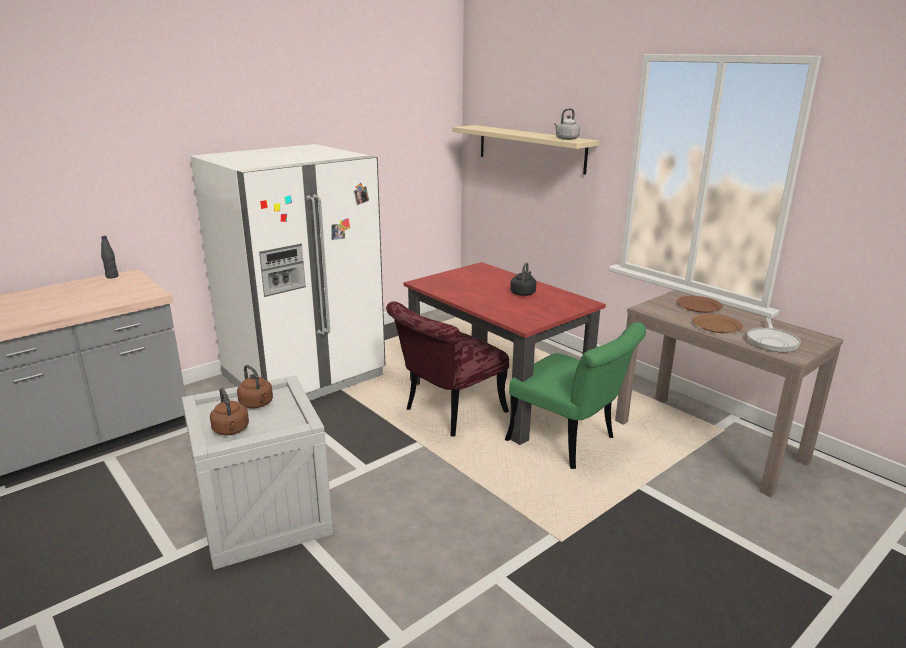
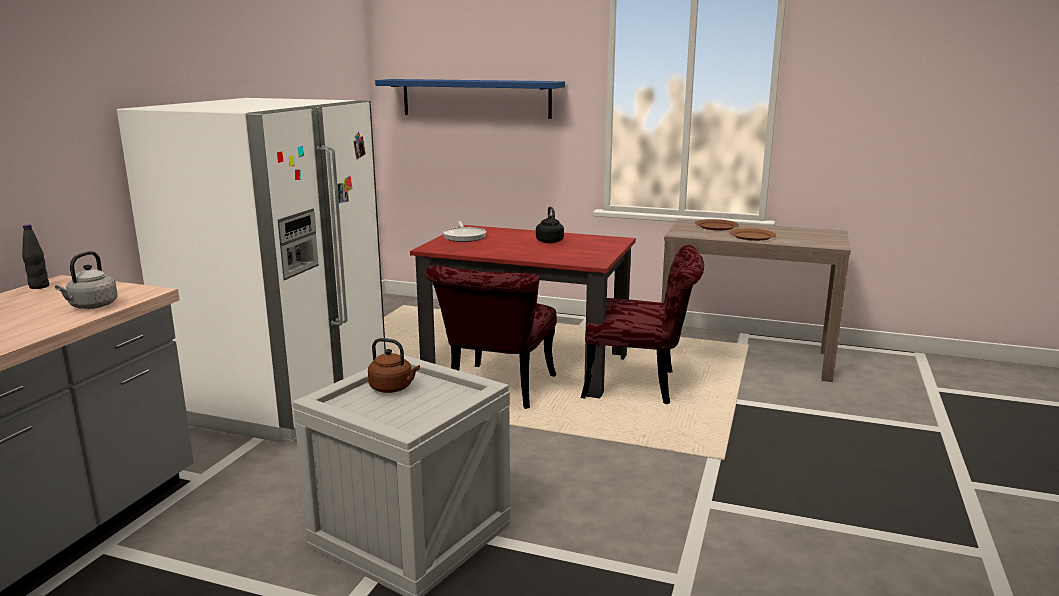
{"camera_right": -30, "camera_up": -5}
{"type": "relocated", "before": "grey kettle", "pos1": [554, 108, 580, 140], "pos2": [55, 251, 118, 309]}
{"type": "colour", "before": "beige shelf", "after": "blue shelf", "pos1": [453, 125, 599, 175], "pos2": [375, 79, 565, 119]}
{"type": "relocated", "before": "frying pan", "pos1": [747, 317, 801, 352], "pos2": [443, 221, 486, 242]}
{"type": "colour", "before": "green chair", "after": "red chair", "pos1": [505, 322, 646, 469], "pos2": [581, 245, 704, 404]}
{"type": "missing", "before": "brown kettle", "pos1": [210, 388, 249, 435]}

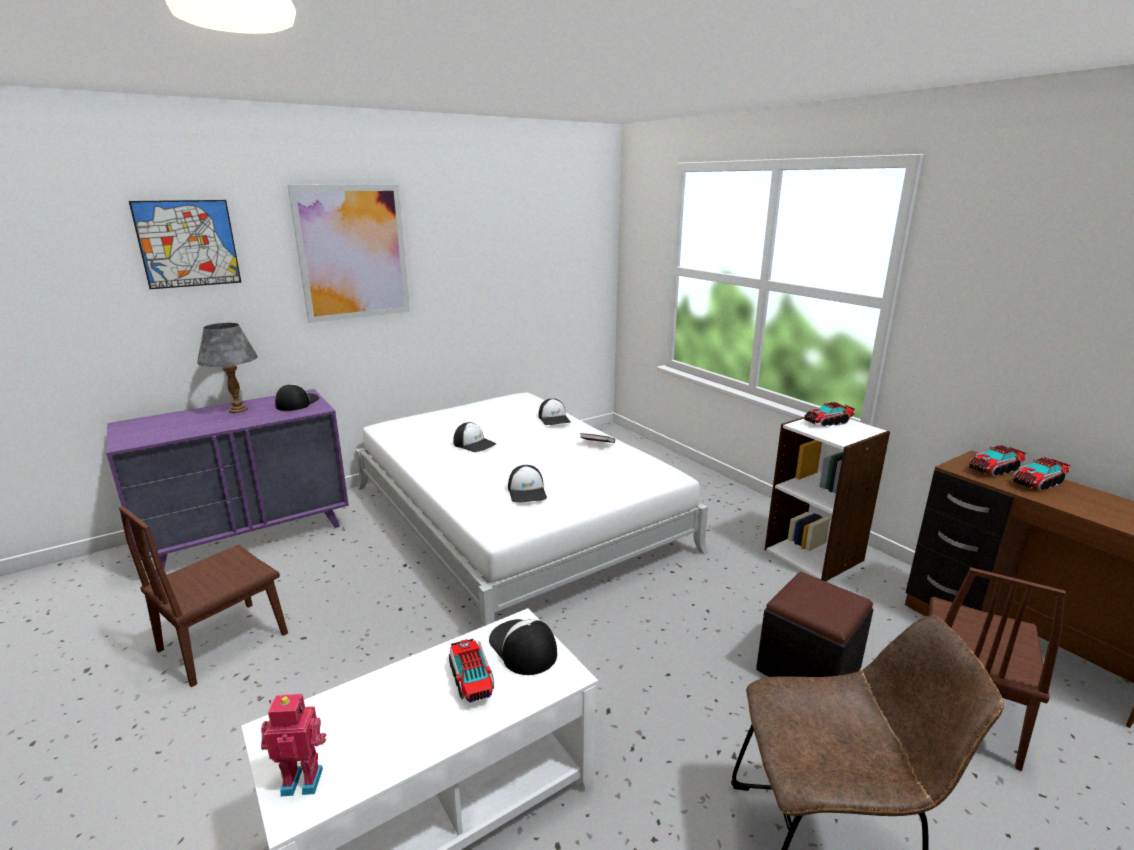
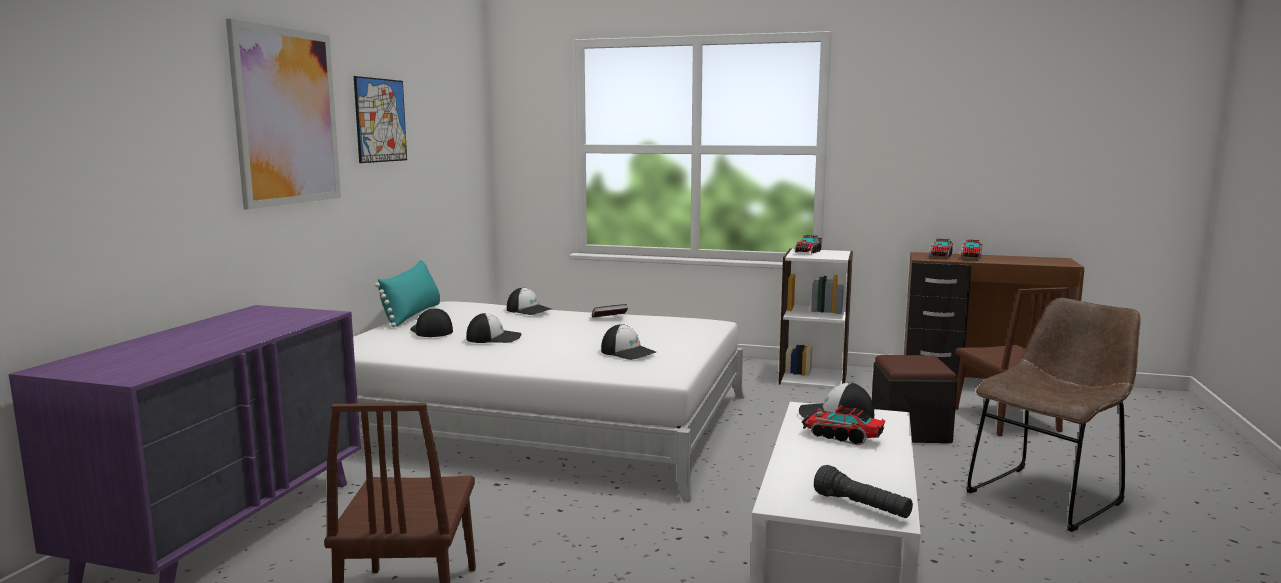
{"camera_right": -40, "camera_up": -10}
{"type": "relocated", "before": "picture", "pos1": [129, 200, 242, 289], "pos2": [354, 76, 407, 163]}
{"type": "appeared", "after": "turquoise pillow", "pos2": [375, 260, 440, 327]}
{"type": "relocated", "before": "cap", "pos1": [275, 384, 319, 411], "pos2": [410, 308, 453, 337]}
{"type": "exchanged", "before": "toy robot", "after": "black flashlight", "pos1": [261, 694, 326, 797], "pos2": [814, 465, 913, 518]}
{"type": "missing", "before": "grey table lamp", "pos1": [197, 323, 258, 413]}

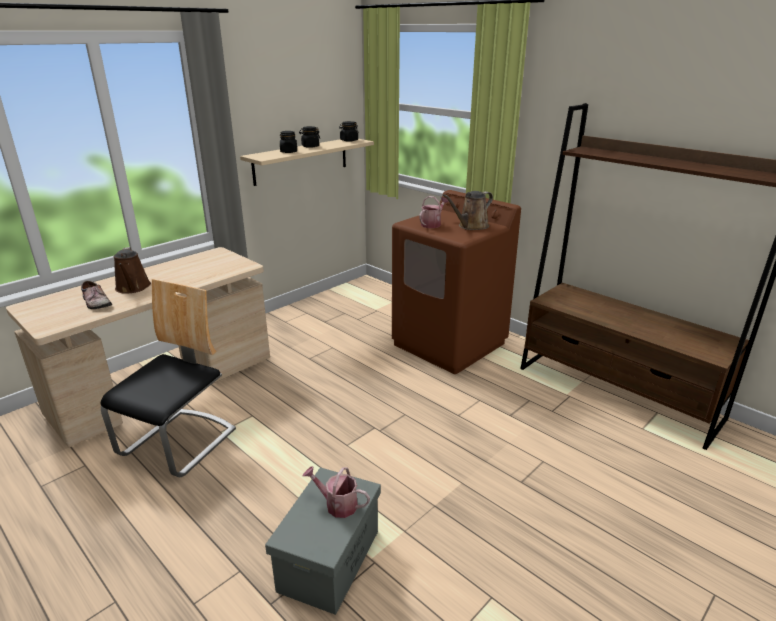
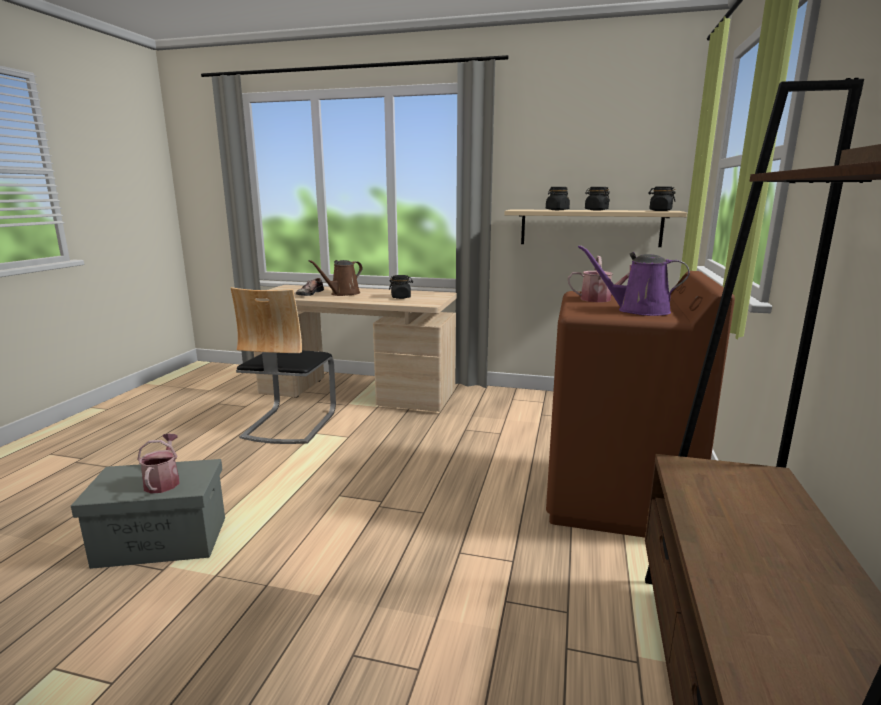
{"camera_right": 60, "camera_up": -10}
{"type": "spun", "before": "chair", "pos1": [101, 279, 236, 477], "pos2": [231, 287, 336, 444], "turn": 105}
{"type": "appeared", "after": "black jar", "pos2": [389, 275, 413, 299]}
{"type": "colour", "before": "brown watering can", "after": "purple watering can", "pos1": [443, 191, 493, 230], "pos2": [578, 245, 690, 316]}

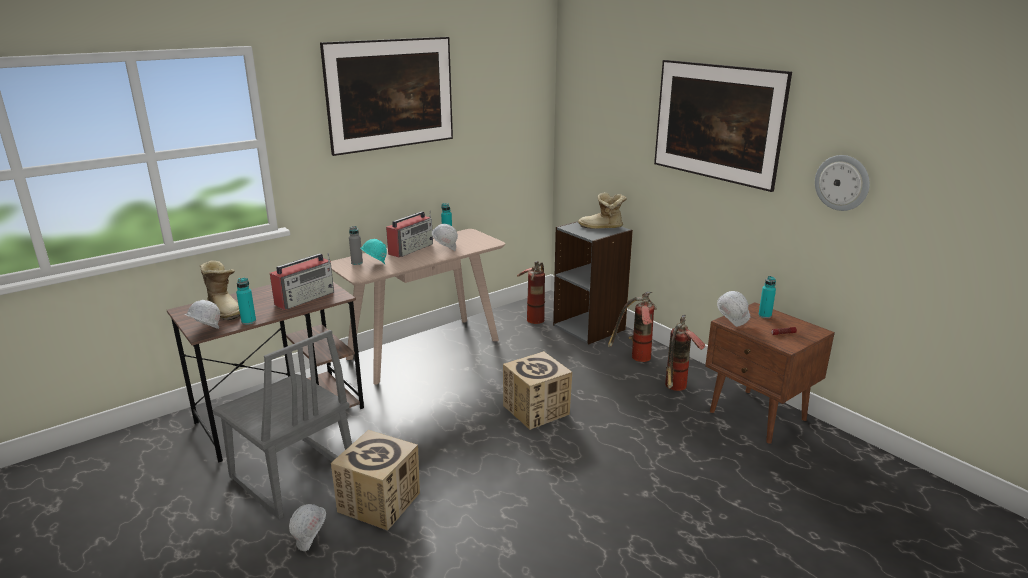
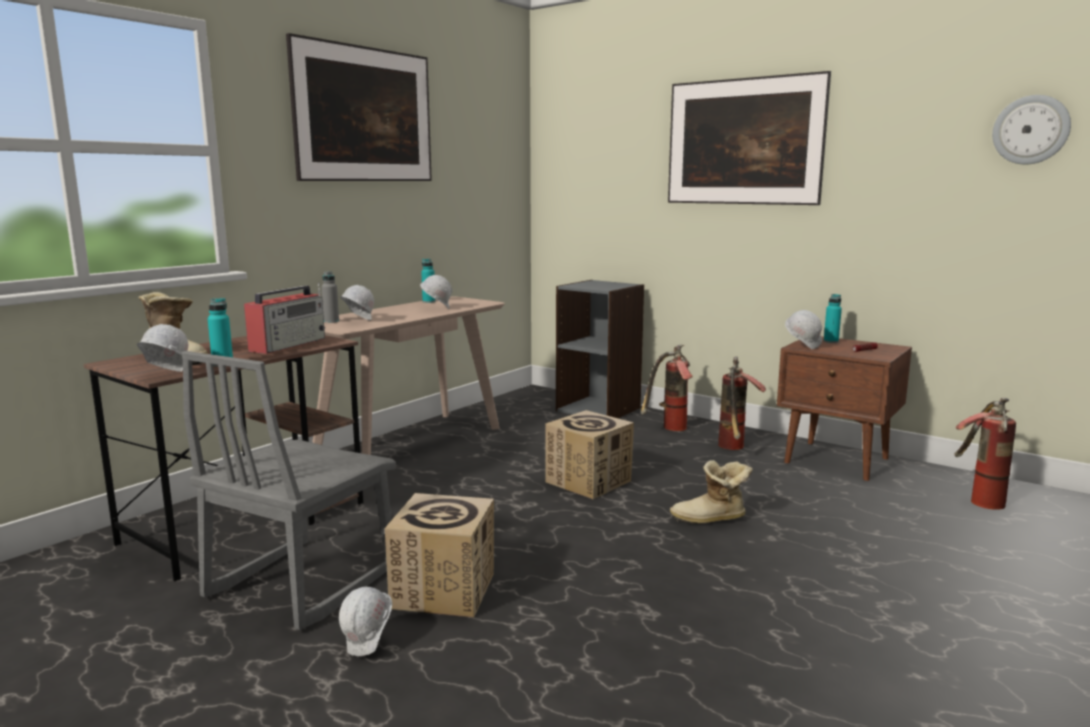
{"camera_right": -15, "camera_up": -10}
{"type": "spun", "before": "grey chair", "pos1": [213, 330, 352, 519], "pos2": [182, 351, 396, 630], "turn": 90}
{"type": "colour", "before": "turquoise hard hat", "after": "white hard hat", "pos1": [360, 239, 387, 264], "pos2": [340, 285, 374, 321]}
{"type": "relocated", "before": "boot", "pos1": [578, 192, 627, 229], "pos2": [670, 460, 753, 524]}
{"type": "relocated", "before": "fire extinguisher", "pos1": [517, 261, 545, 324], "pos2": [954, 398, 1016, 510]}
{"type": "relocated", "before": "wall clock", "pos1": [815, 155, 870, 211], "pos2": [992, 95, 1071, 165]}
{"type": "missing", "before": "radio", "pos1": [386, 211, 433, 258]}

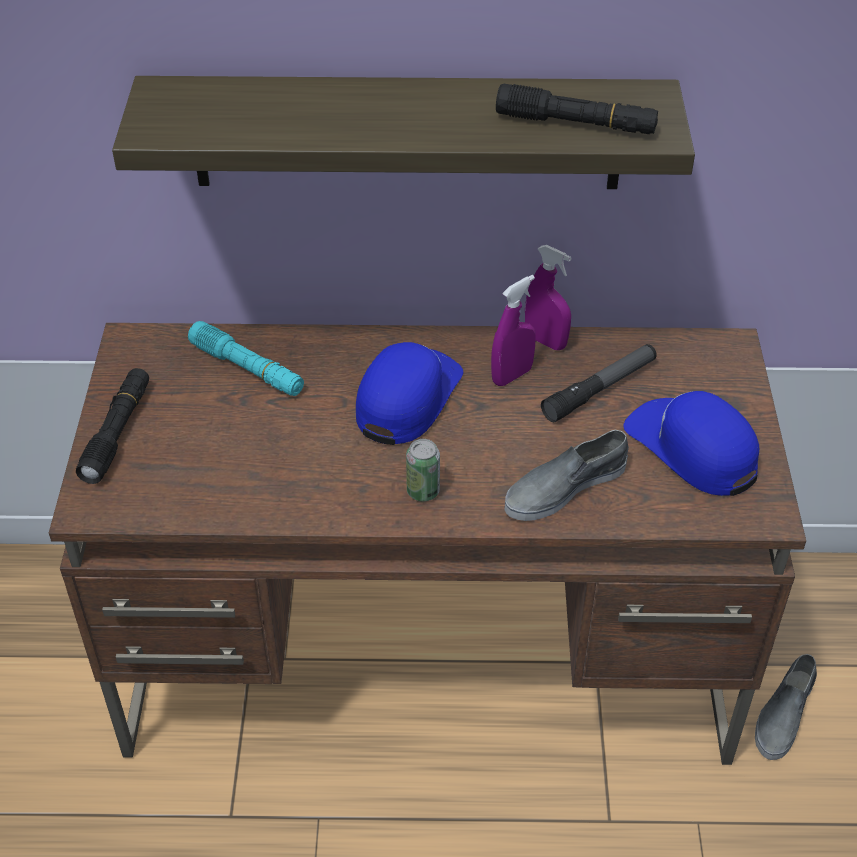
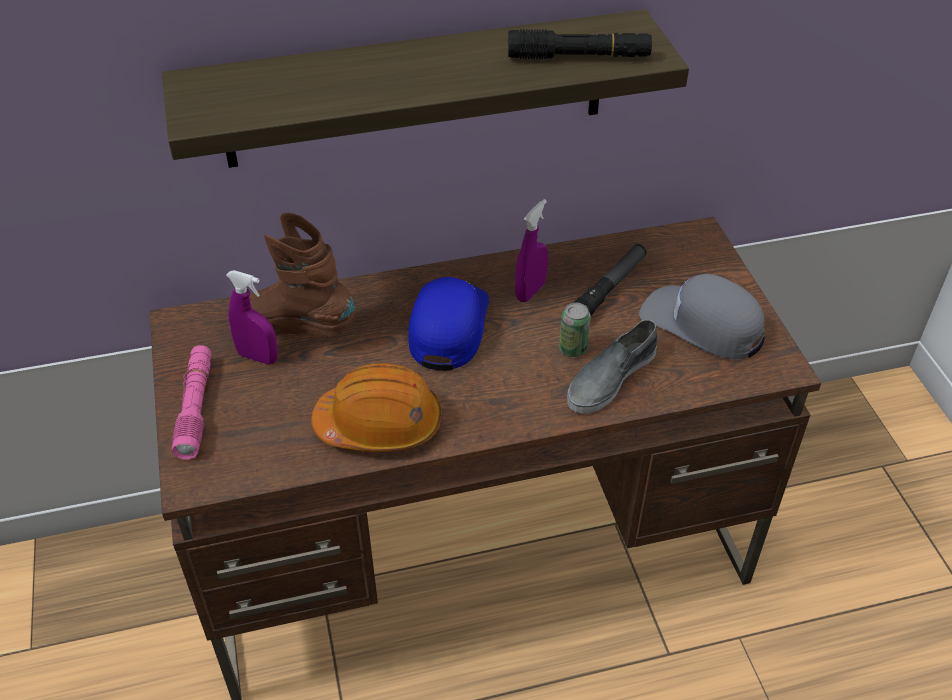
{"camera_right": -15, "camera_up": 0}
{"type": "colour", "before": "black flashlight", "after": "pink flashlight", "pos1": [76, 368, 149, 484], "pos2": [172, 345, 212, 460]}
{"type": "relocated", "before": "purple spray bottle", "pos1": [525, 245, 572, 350], "pos2": [226, 270, 278, 365]}
{"type": "exchanged", "before": "turquoise flashlight", "after": "brown boot", "pos1": [188, 321, 304, 396], "pos2": [249, 213, 355, 339]}
{"type": "appeared", "after": "orange hard hat", "pos2": [311, 363, 442, 452]}
{"type": "relocated", "before": "can", "pos1": [406, 439, 440, 501], "pos2": [559, 302, 591, 357]}
{"type": "colour", "before": "blue cap", "after": "grey cap", "pos1": [623, 391, 759, 496], "pos2": [639, 274, 765, 360]}
{"type": "missing", "before": "grey shoe", "pos1": [755, 654, 817, 760]}

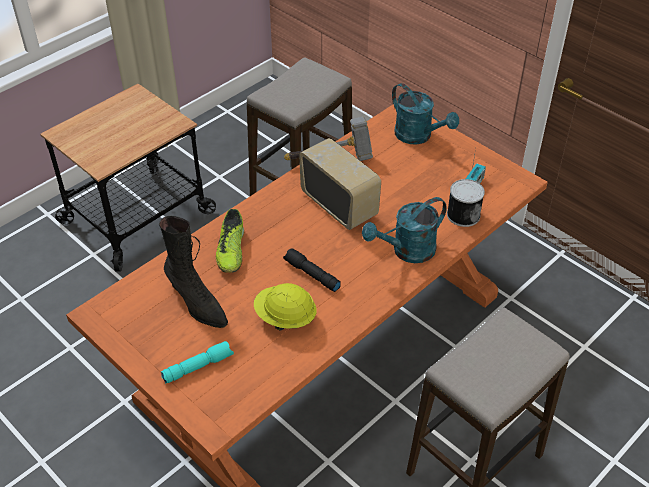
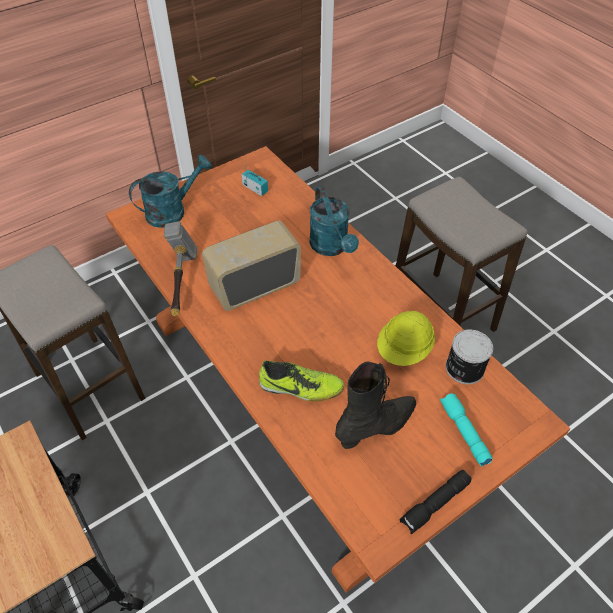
{"camera_right": -80, "camera_up": 5}
{"type": "relocated", "before": "black flashlight", "pos1": [283, 248, 341, 292], "pos2": [400, 470, 472, 534]}
{"type": "relocated", "before": "can", "pos1": [447, 179, 485, 227], "pos2": [446, 329, 493, 384]}

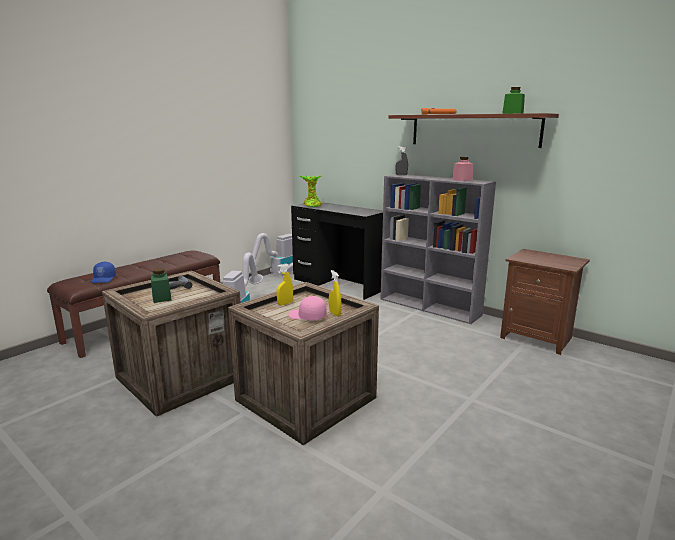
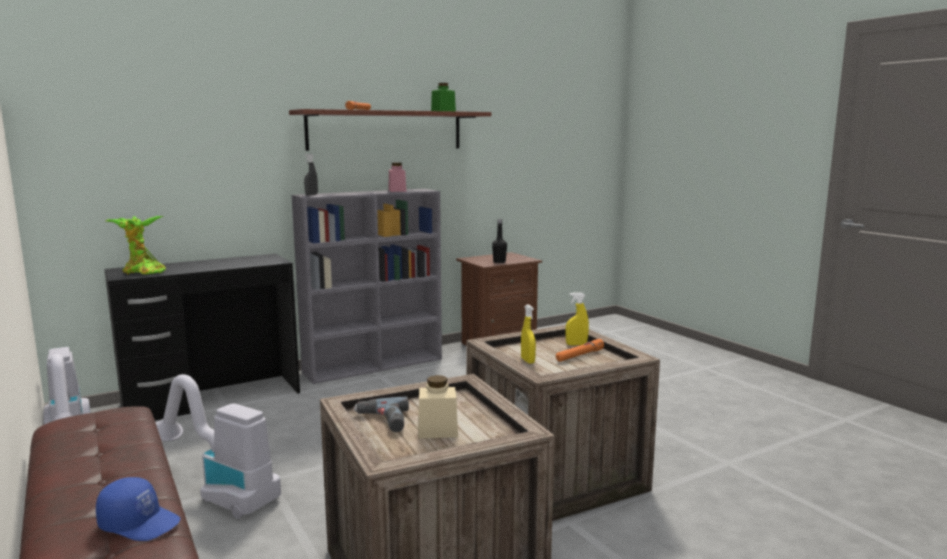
{"camera_right": -70, "camera_up": -5}
{"type": "colour", "before": "green jar", "after": "beige jar", "pos1": [151, 268, 172, 303], "pos2": [418, 375, 458, 438]}
{"type": "appeared", "after": "black bottle", "pos2": [492, 219, 507, 263]}
{"type": "exchanged", "before": "pink cap", "after": "orange flashlight", "pos1": [289, 296, 326, 321], "pos2": [556, 339, 604, 362]}

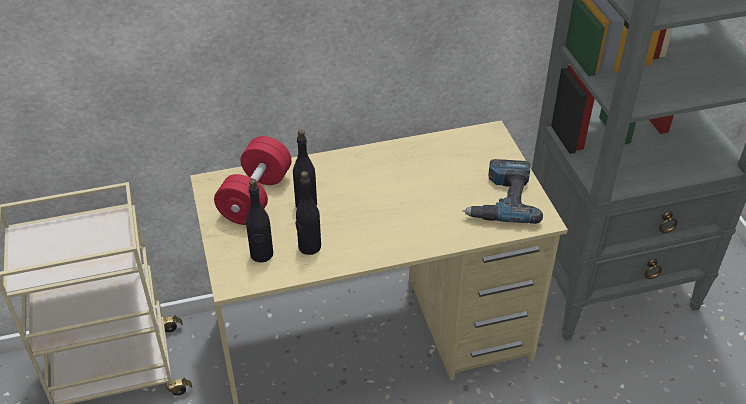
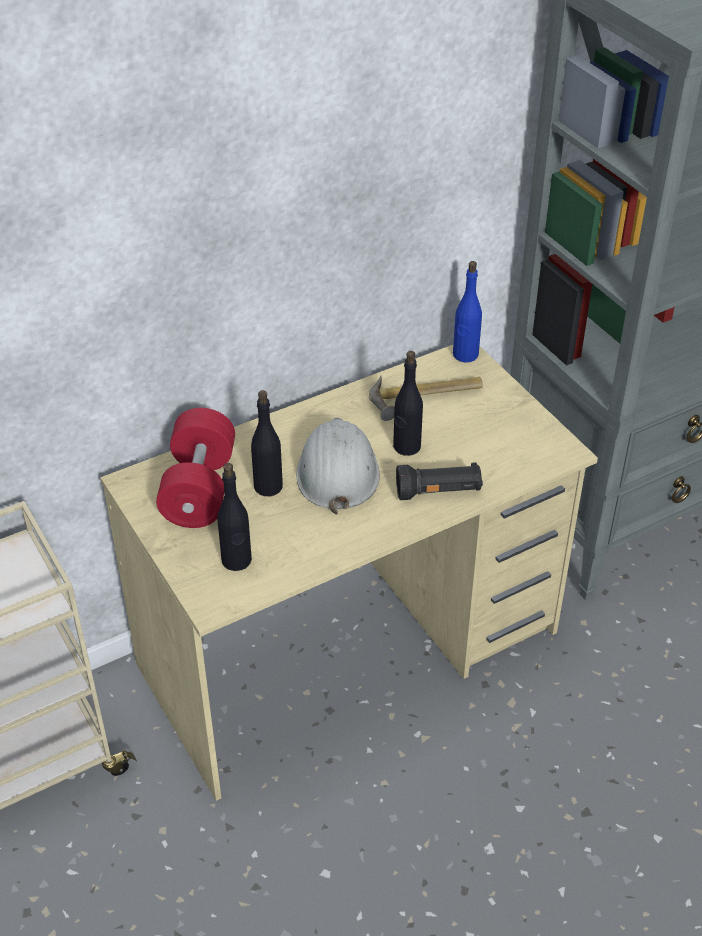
{"camera_right": -15, "camera_up": 0}
{"type": "appeared", "after": "white hard hat", "pos2": [296, 418, 380, 514]}
{"type": "appeared", "after": "hammer", "pos2": [369, 375, 483, 421]}
{"type": "relocated", "before": "black bottle", "pos1": [295, 171, 321, 255], "pos2": [393, 351, 423, 456]}
{"type": "appeared", "after": "black flashlight", "pos2": [396, 462, 483, 500]}
{"type": "appeared", "after": "blue bottle", "pos2": [453, 261, 482, 363]}
{"type": "missing", "before": "power drill", "pos1": [463, 159, 543, 224]}

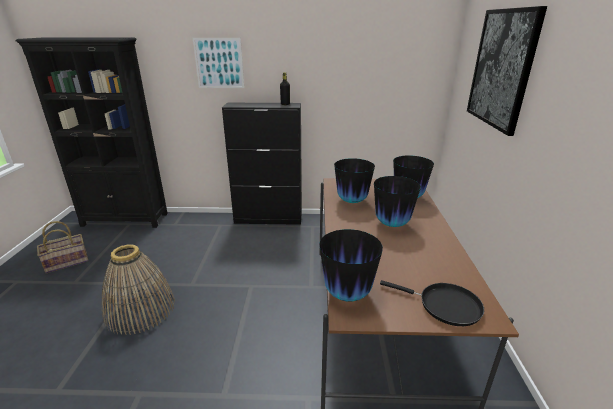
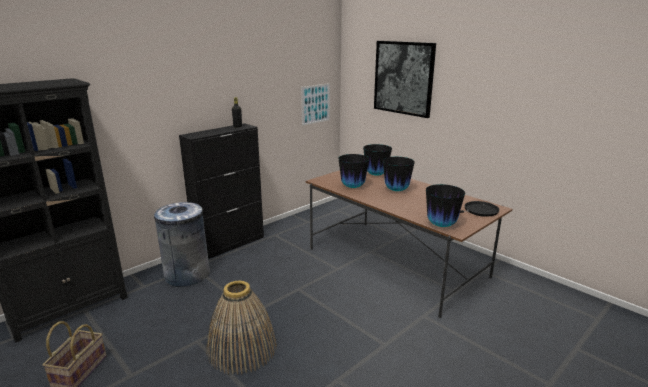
{"camera_right": -45, "camera_up": -5}
{"type": "appeared", "after": "grey trash can", "pos2": [154, 202, 210, 287]}
{"type": "relocated", "before": "picture", "pos1": [193, 38, 244, 88], "pos2": [301, 83, 330, 126]}

